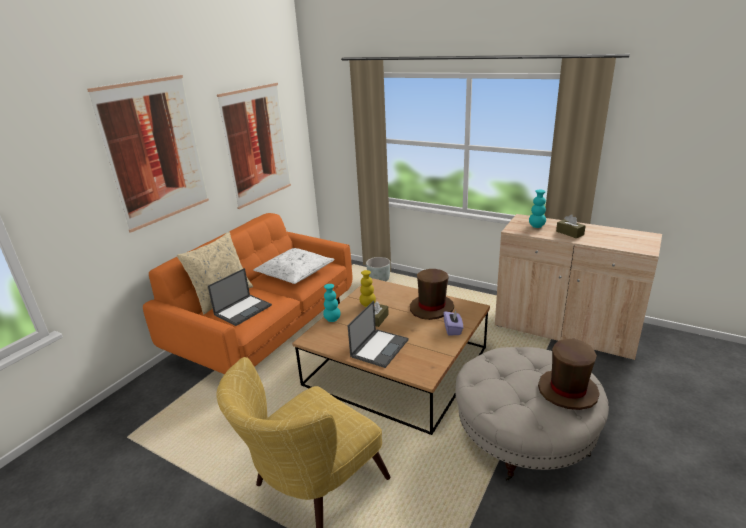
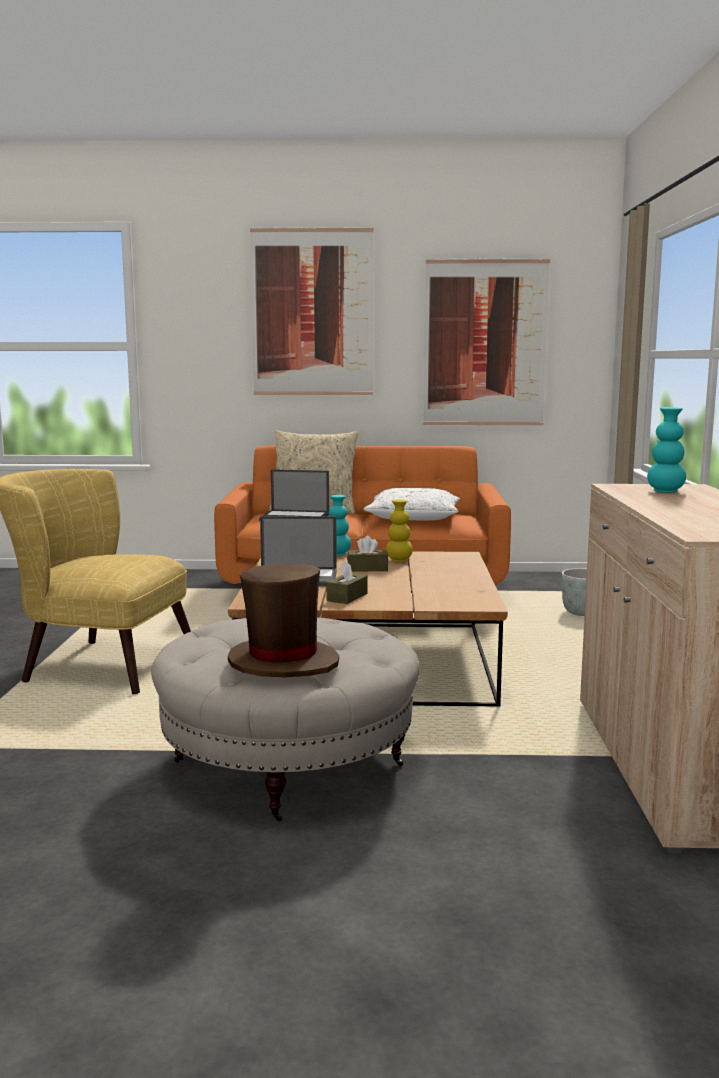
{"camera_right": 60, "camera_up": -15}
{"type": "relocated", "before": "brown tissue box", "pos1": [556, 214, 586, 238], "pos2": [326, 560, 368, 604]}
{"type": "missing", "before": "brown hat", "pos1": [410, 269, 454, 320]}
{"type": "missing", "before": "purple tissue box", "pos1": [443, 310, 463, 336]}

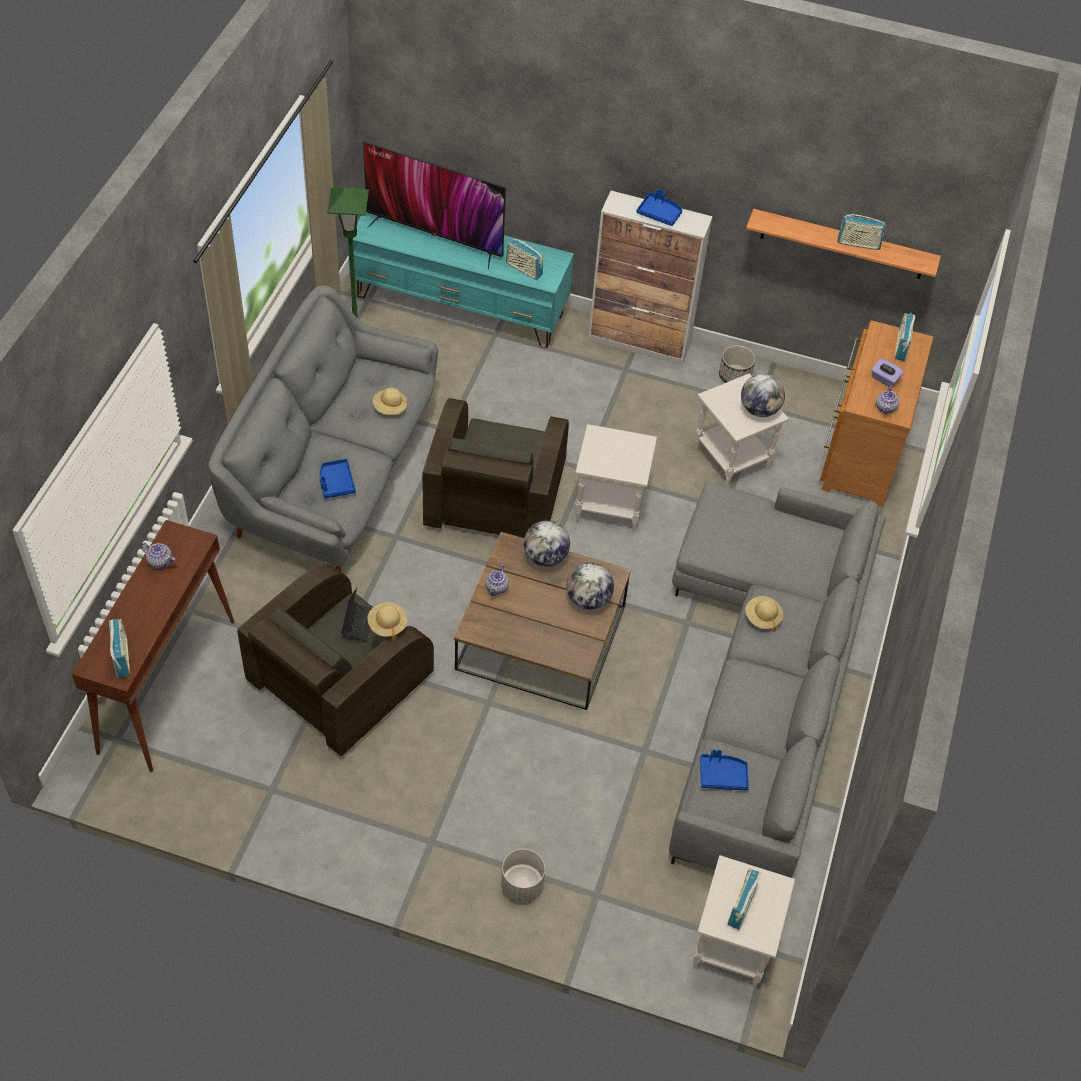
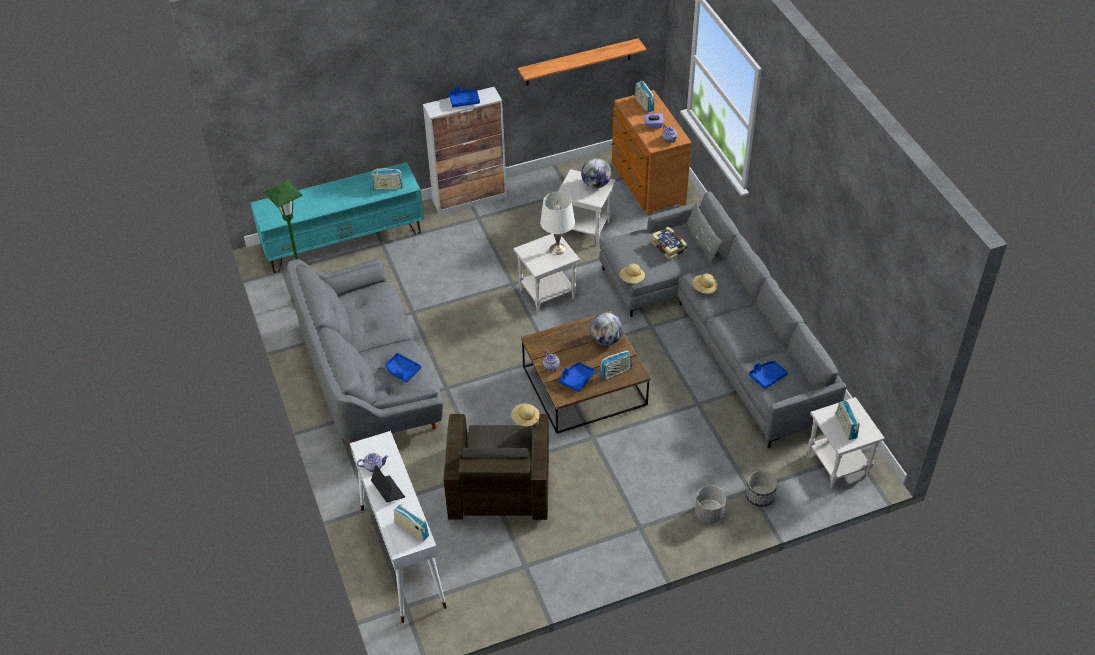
{"camera_right": -35, "camera_up": -5}
{"type": "colour", "before": "brown console table", "after": "white console table", "pos1": [72, 520, 234, 772], "pos2": [350, 431, 447, 623]}
{"type": "relocated", "before": "laptop", "pos1": [341, 587, 372, 642], "pos2": [371, 465, 405, 502]}
{"type": "appeared", "after": "white table lamp", "pos2": [540, 192, 575, 255]}
{"type": "appeared", "after": "blue tray", "pos2": [559, 362, 595, 392]}
{"type": "relocated", "before": "radio", "pos1": [838, 213, 886, 250], "pos2": [600, 350, 632, 380]}
{"type": "relocated", "before": "beige hat", "pos1": [373, 388, 408, 415], "pos2": [619, 263, 645, 283]}
{"type": "appeared", "after": "book", "pos2": [651, 227, 688, 260]}
{"type": "appeared", "after": "grey pillow", "pos2": [685, 202, 723, 264]}
{"type": "relocated", "before": "planter", "pos1": [719, 345, 756, 383], "pos2": [746, 470, 777, 507]}
{"type": "missing", "before": "television", "pos1": [363, 141, 506, 269]}
{"type": "missing", "before": "brown armchair", "pos1": [422, 398, 569, 538]}
{"type": "missing", "before": "globe", "pos1": [524, 520, 570, 567]}

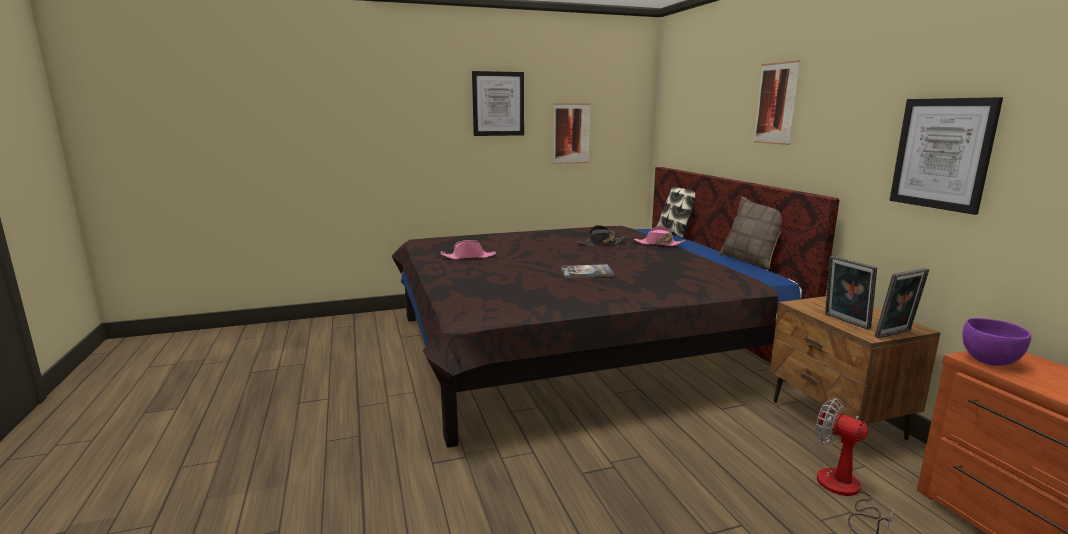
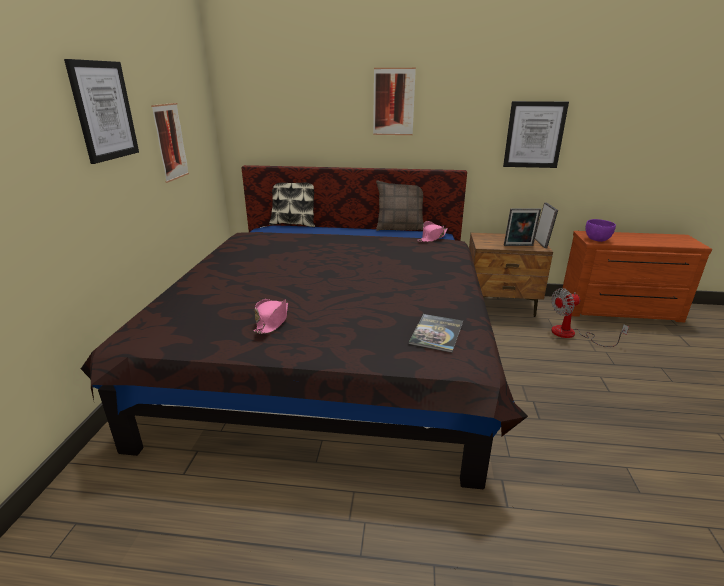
{"camera_right": -65, "camera_up": 10}
{"type": "relocated", "before": "book", "pos1": [561, 264, 615, 278], "pos2": [409, 314, 463, 353]}
{"type": "relocated", "before": "pink hat", "pos1": [634, 226, 686, 246], "pos2": [417, 221, 448, 242]}
{"type": "missing", "before": "black hat", "pos1": [577, 225, 625, 246]}

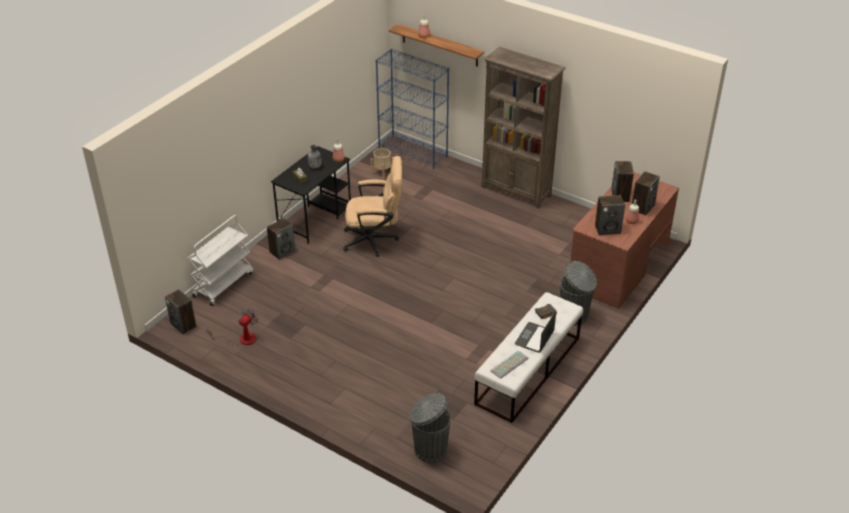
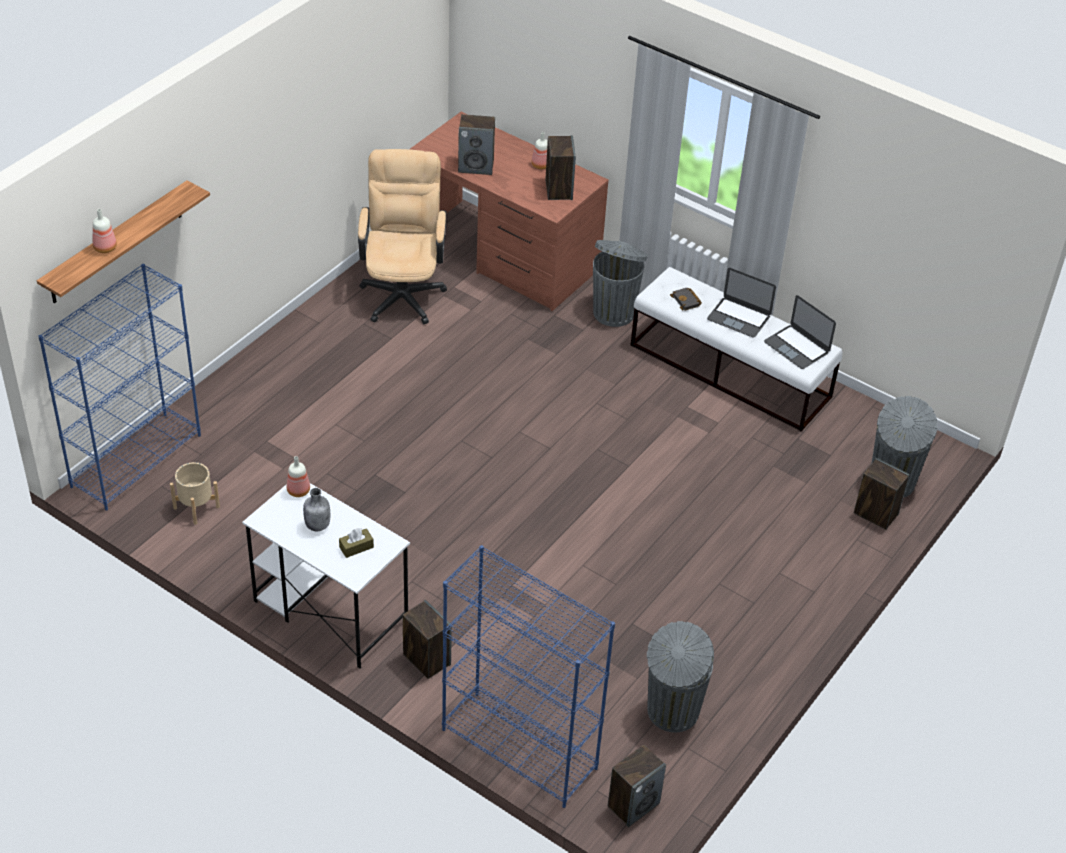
{"camera_right": -90, "camera_up": 5}
{"type": "colour", "before": "black desk", "after": "white desk", "pos1": [271, 146, 351, 244], "pos2": [242, 483, 410, 669]}
{"type": "relocated", "before": "beige office chair", "pos1": [343, 156, 402, 257], "pos2": [358, 149, 447, 324]}
{"type": "exchanged", "before": "white cart", "after": "blue bookcase", "pos1": [187, 215, 253, 306], "pos2": [442, 545, 615, 808]}
{"type": "exchanged", "before": "fan", "after": "grey trash can", "pos1": [206, 308, 258, 346], "pos2": [647, 621, 714, 732]}
{"type": "exchanged", "before": "keyboard", "after": "laptop", "pos1": [490, 350, 529, 379], "pos2": [764, 295, 836, 369]}
{"type": "relocated", "before": "speaker", "pos1": [632, 171, 660, 216], "pos2": [854, 458, 910, 530]}
{"type": "missing", "before": "brown bookcase", "pos1": [481, 47, 565, 209]}

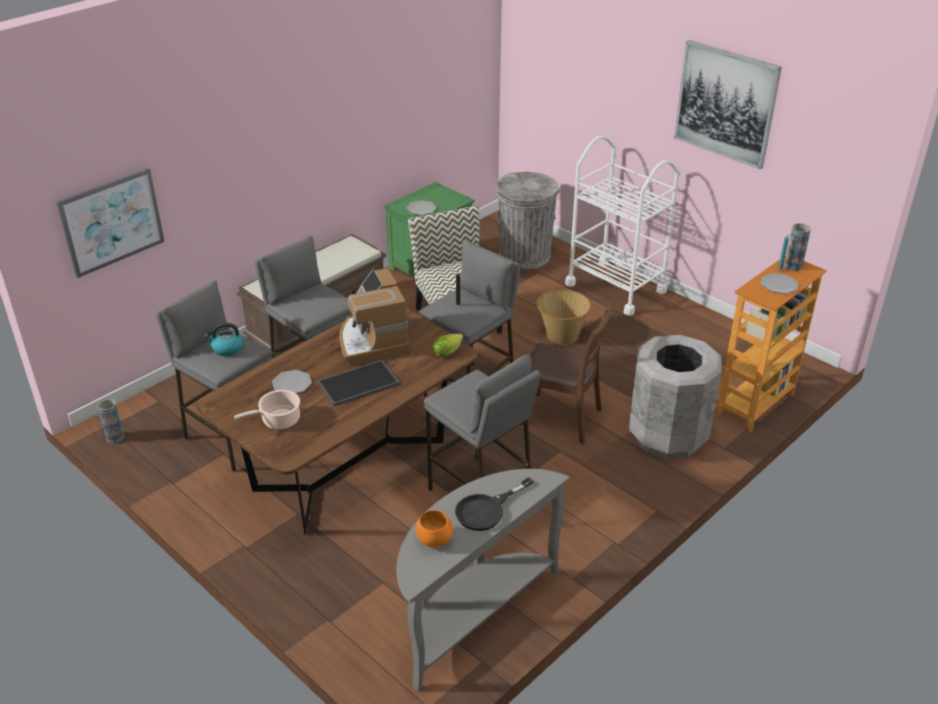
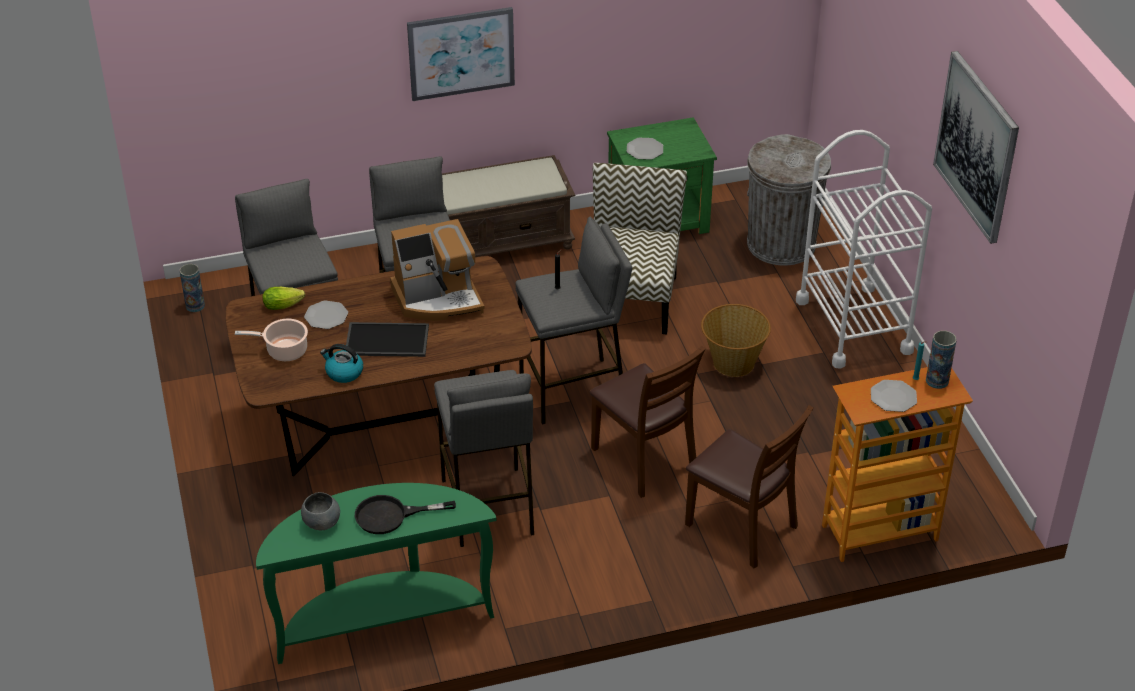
{"camera_right": 30, "camera_up": 5}
{"type": "colour", "before": "grey console table", "after": "green console table", "pos1": [396, 469, 570, 692], "pos2": [256, 483, 496, 664]}
{"type": "relocated", "before": "lettuce", "pos1": [433, 334, 463, 357], "pos2": [263, 287, 305, 310]}
{"type": "colour", "before": "orange bowl", "after": "grey bowl", "pos1": [416, 510, 453, 547], "pos2": [301, 492, 340, 530]}
{"type": "relocated", "before": "kettle", "pos1": [204, 323, 244, 356], "pos2": [320, 344, 363, 383]}
{"type": "spun", "before": "coffee machine", "pos1": [339, 268, 410, 366], "pos2": [390, 219, 484, 321], "turn": -120}
{"type": "relocated", "before": "picture", "pos1": [56, 168, 165, 278], "pos2": [407, 7, 515, 101]}
{"type": "exchanged", "before": "grey trash can", "after": "brown chair", "pos1": [629, 335, 722, 459], "pos2": [685, 405, 814, 569]}

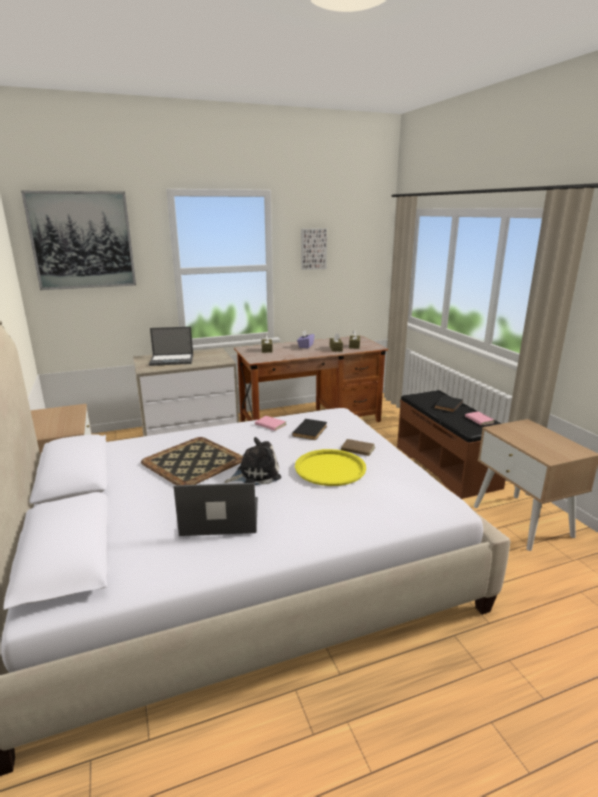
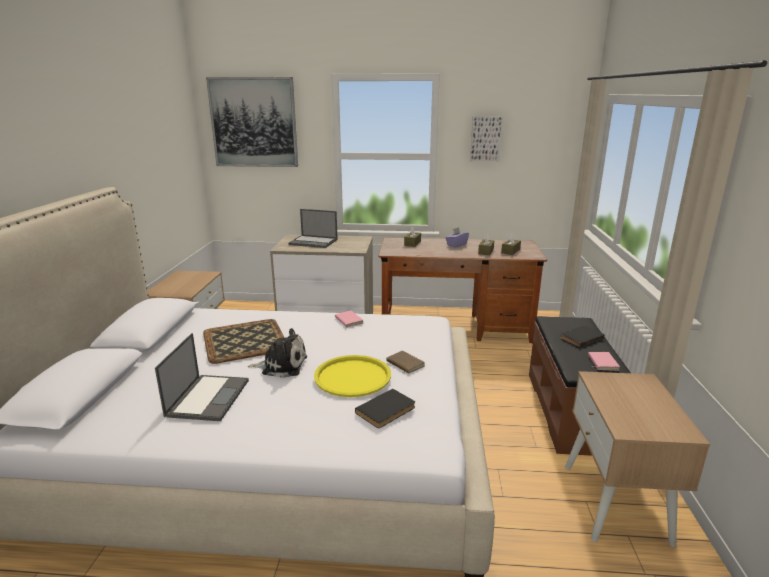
{"camera_right": 25, "camera_up": 0}
{"type": "spun", "before": "laptop", "pos1": [173, 483, 258, 536], "pos2": [155, 333, 249, 421], "turn": 75}
{"type": "relocated", "before": "black book", "pos1": [292, 419, 327, 440], "pos2": [355, 389, 415, 428]}

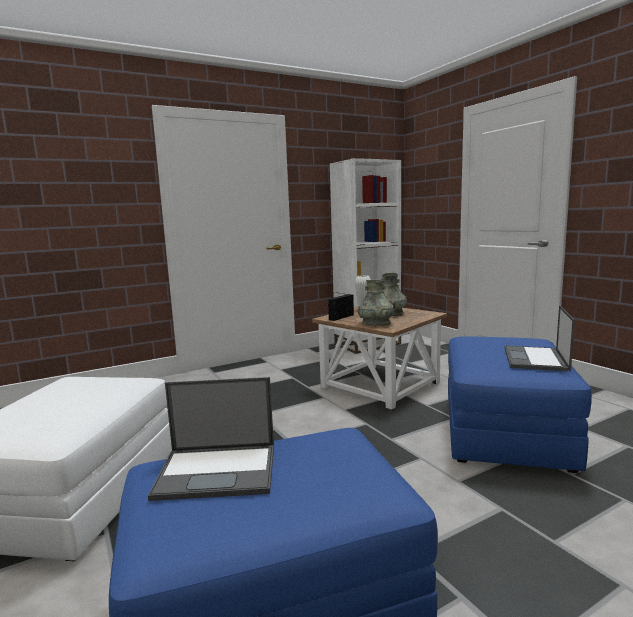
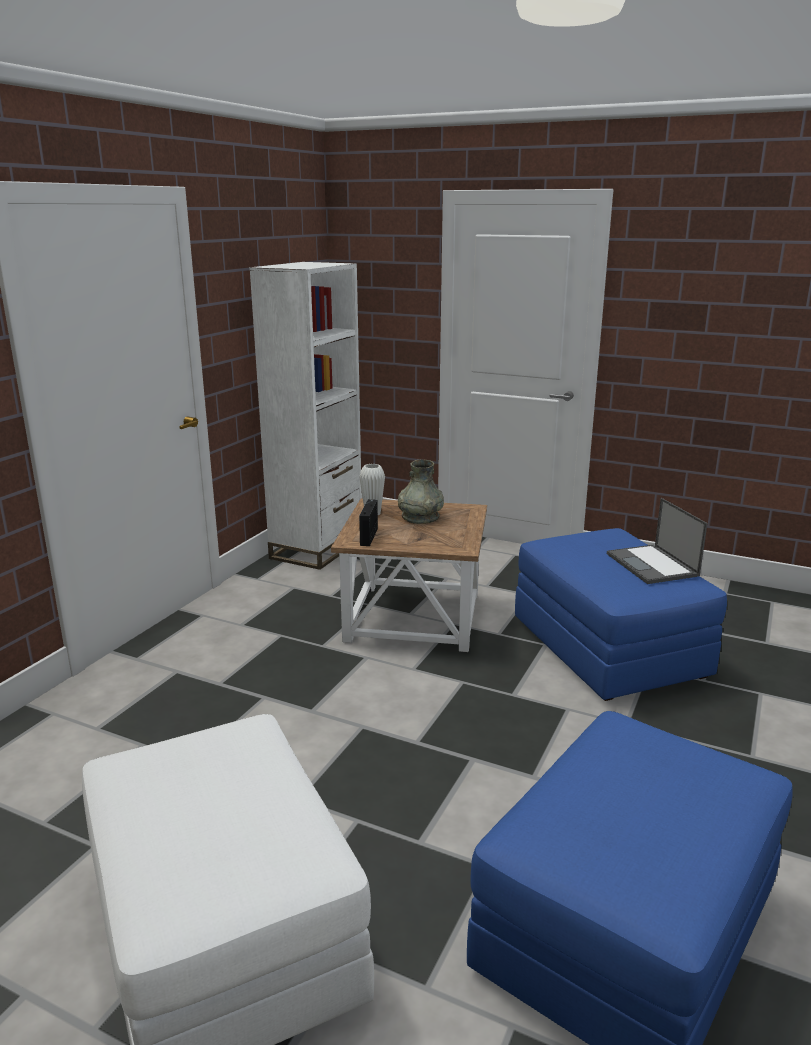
{"camera_right": -35, "camera_up": 10}
{"type": "missing", "before": "laptop", "pos1": [148, 377, 274, 501]}
{"type": "missing", "before": "grey vase", "pos1": [358, 280, 394, 326]}

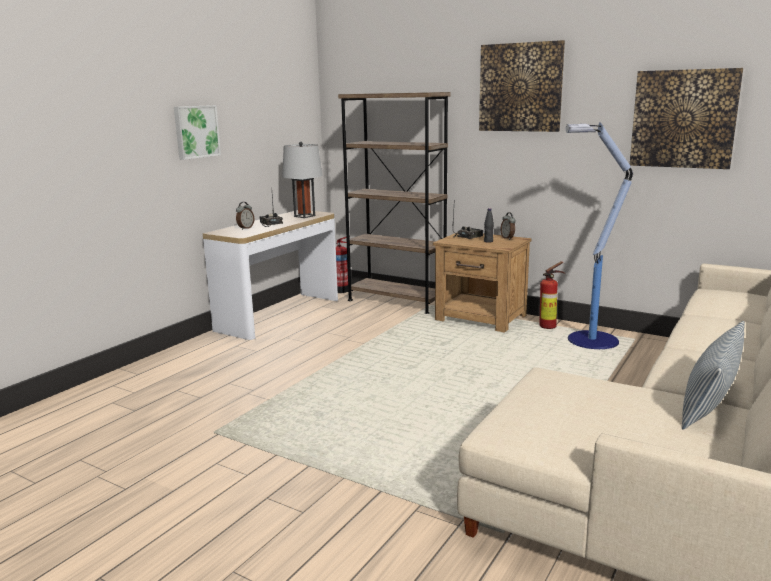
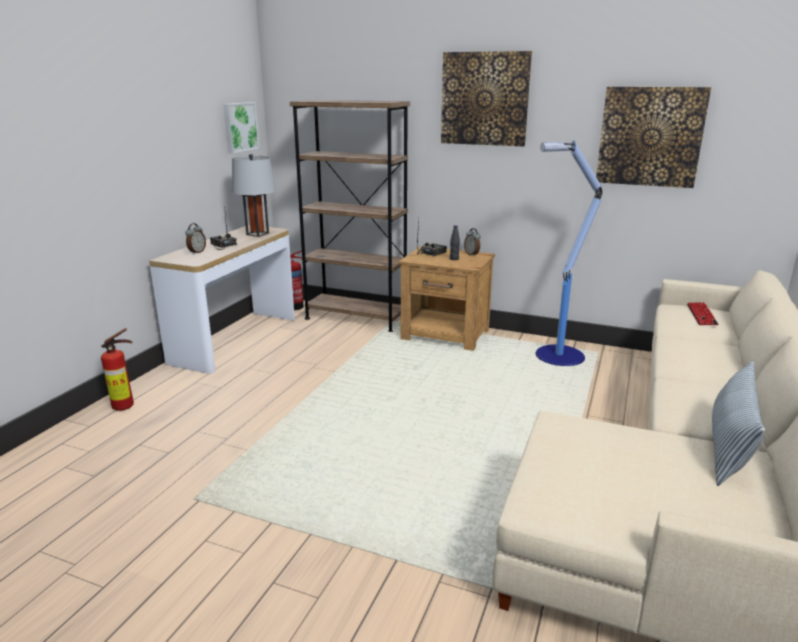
{"camera_right": -10, "camera_up": 5}
{"type": "relocated", "before": "fire extinguisher", "pos1": [539, 261, 565, 329], "pos2": [101, 328, 134, 411]}
{"type": "relocated", "before": "picture", "pos1": [174, 105, 221, 160], "pos2": [223, 102, 259, 153]}
{"type": "appeared", "after": "keyboard", "pos2": [687, 302, 719, 325]}

